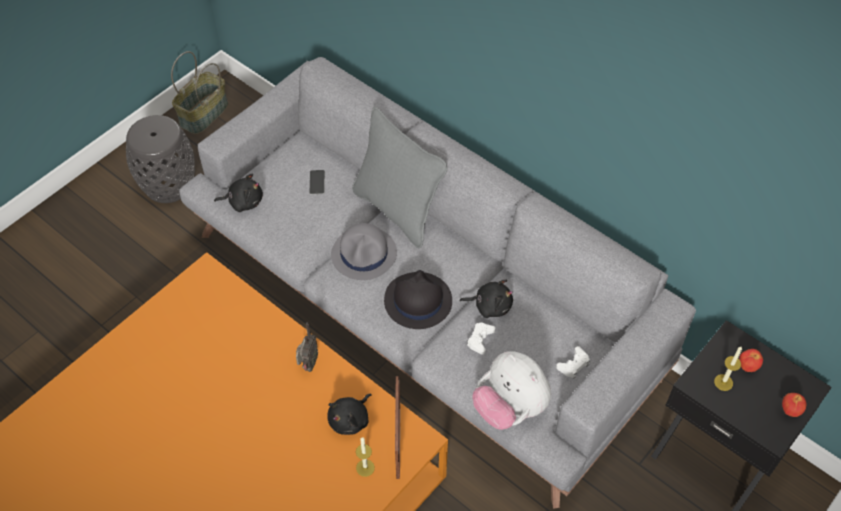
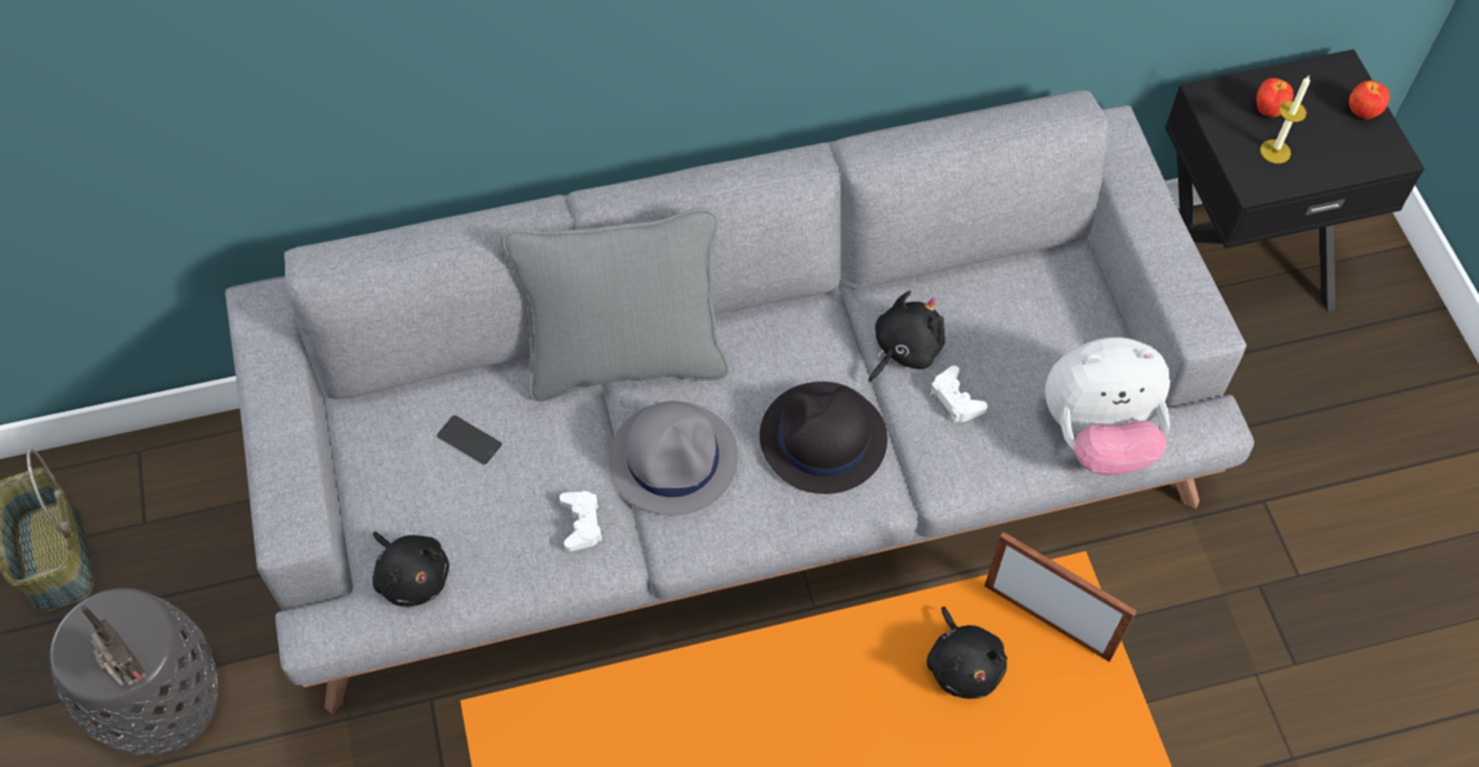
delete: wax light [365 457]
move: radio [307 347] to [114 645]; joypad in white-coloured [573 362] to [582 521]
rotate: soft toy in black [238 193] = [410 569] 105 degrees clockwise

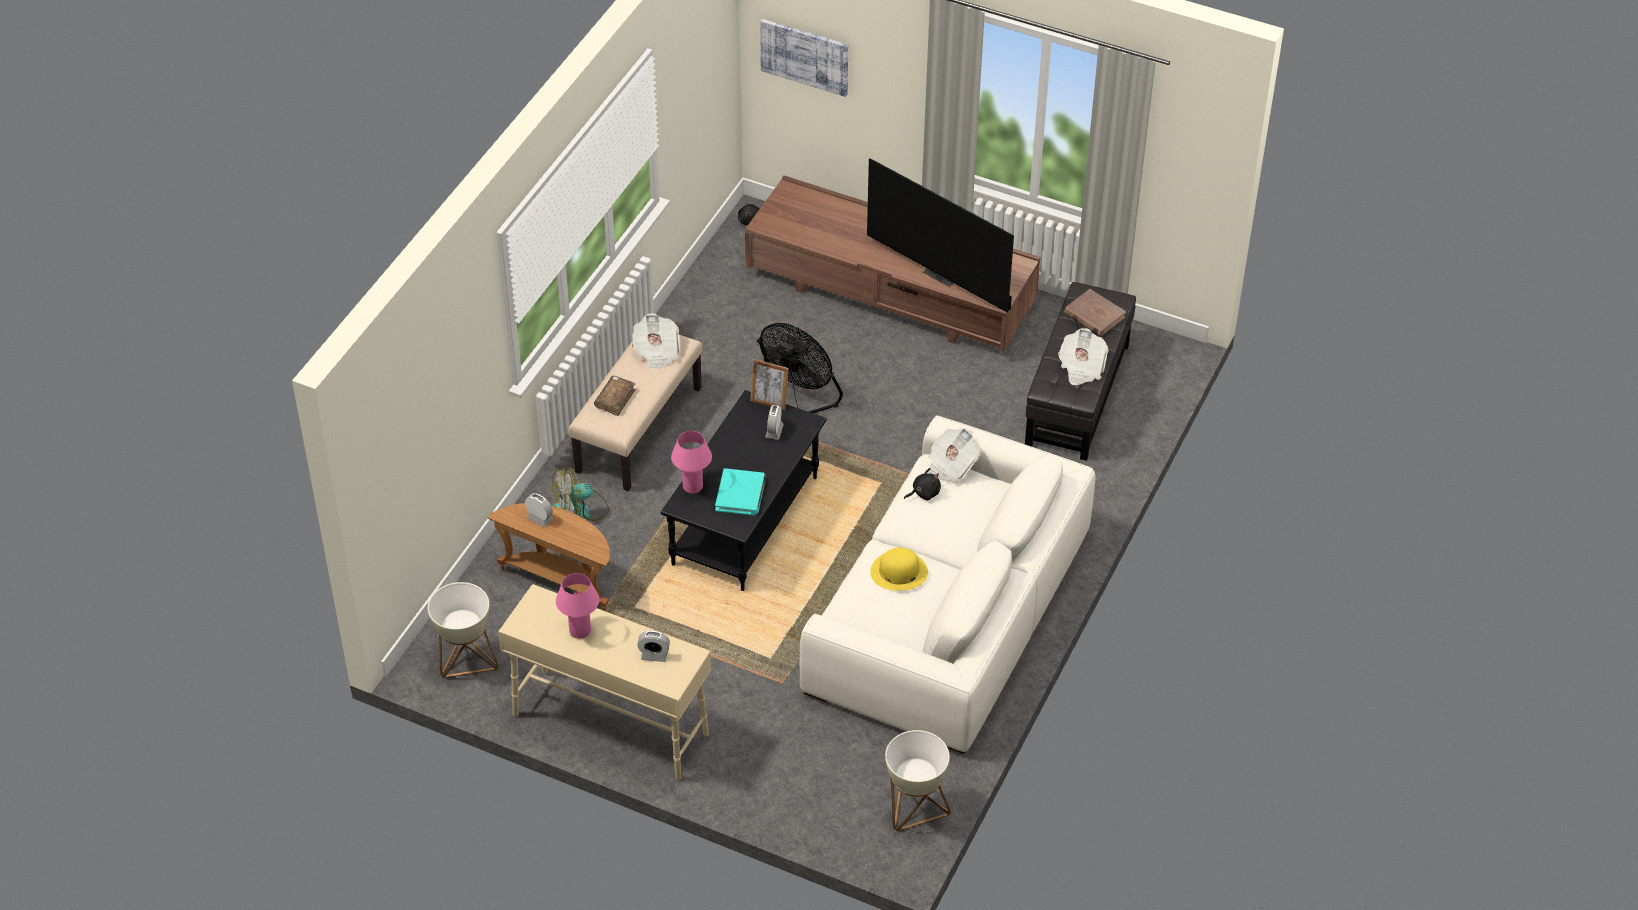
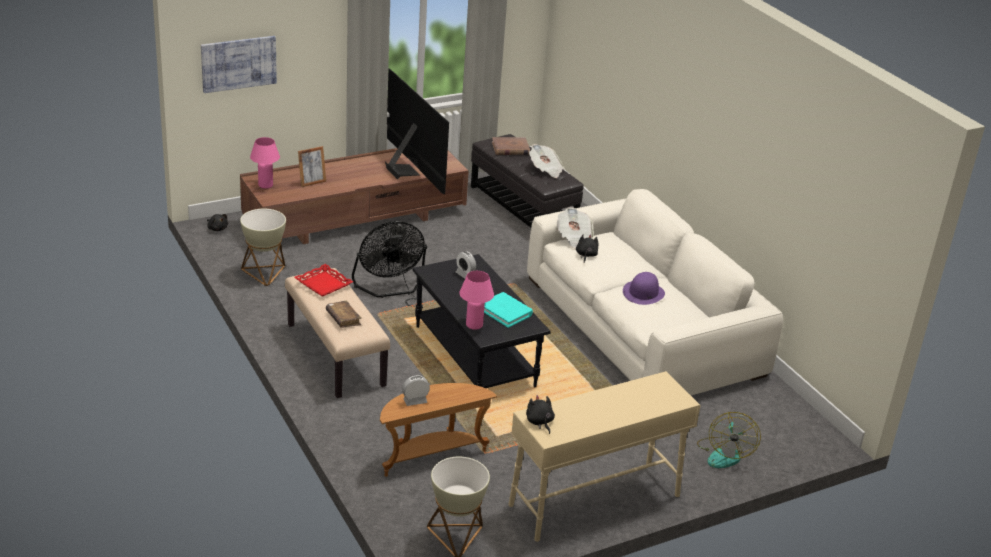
delete: alarm clock [653 646]
insert: soft toy in black [540 414]
move: cooling fan [580 493] to [729 440]; tabletop lamp in pink-coloured [577 606] to [265 163]; standing frame [769 384] to [312 166]; flower pot [918 780] to [263 247]
replace: daily paper [656 342] to tray in red-coloured [323 280]
recolor: wearable hat in yellow [899 569] to wearable hat in purple-coloured [644 288]
rotate: television [940 235] = [417 131] 105 degrees counterclockwise

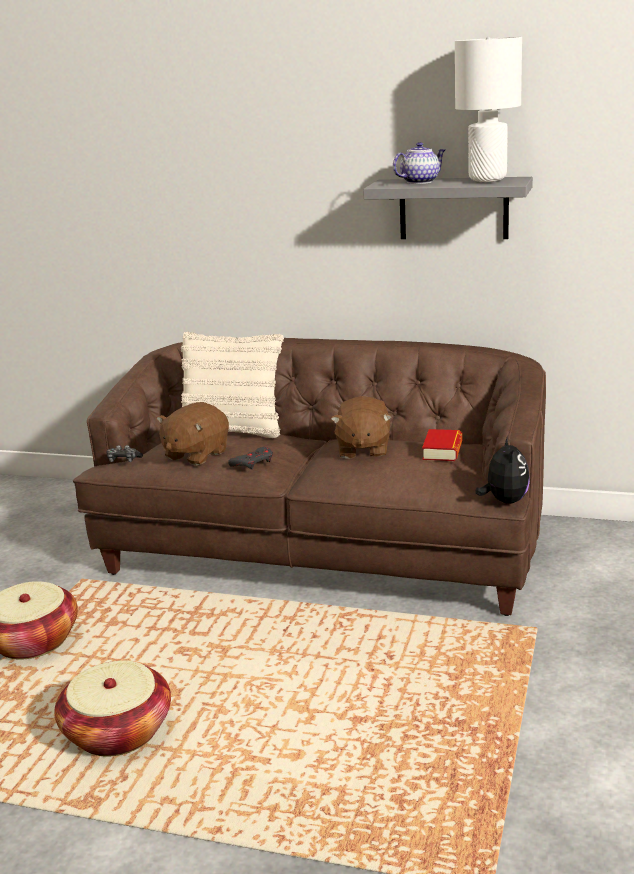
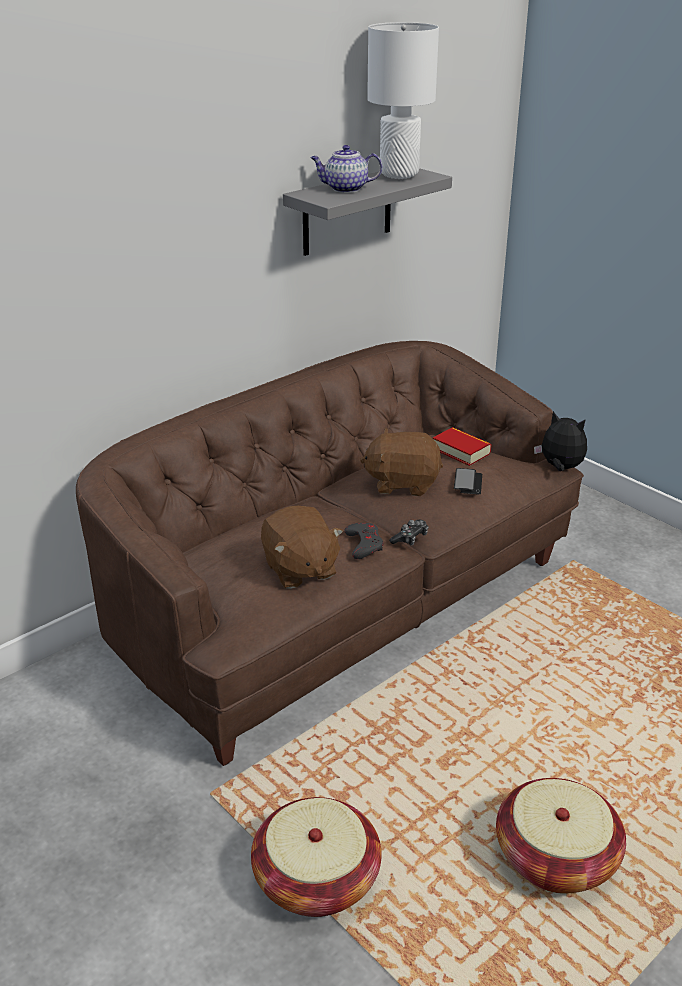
delete: throw pillow in beige-coloured [232 384]
insert: telephone [468 481]
move: joypad [124 453] to [409 533]
rotate: soft toy in brown [361 427] = [401 462] 150 degrees clockwise; pot for tea [419 163] = [346 169] 90 degrees counterclockwise

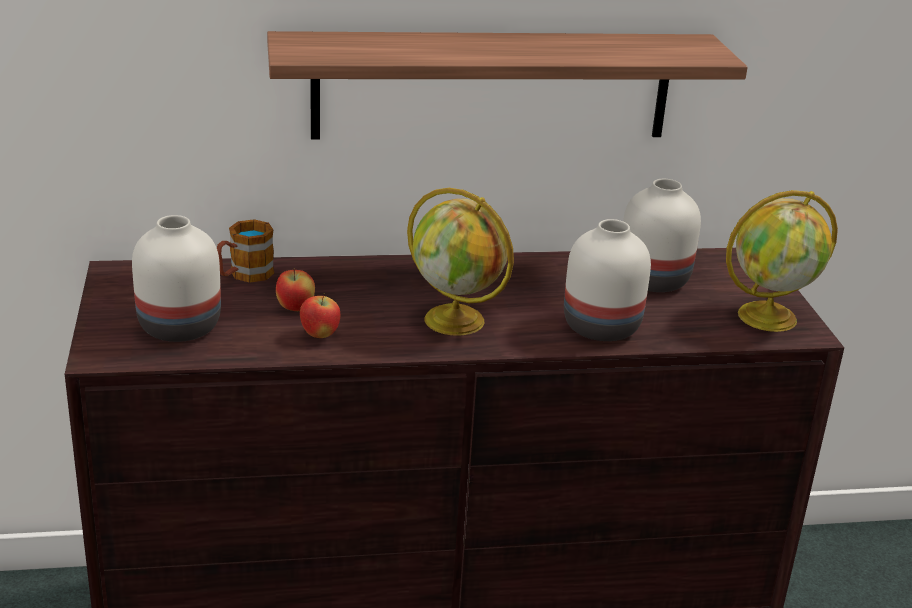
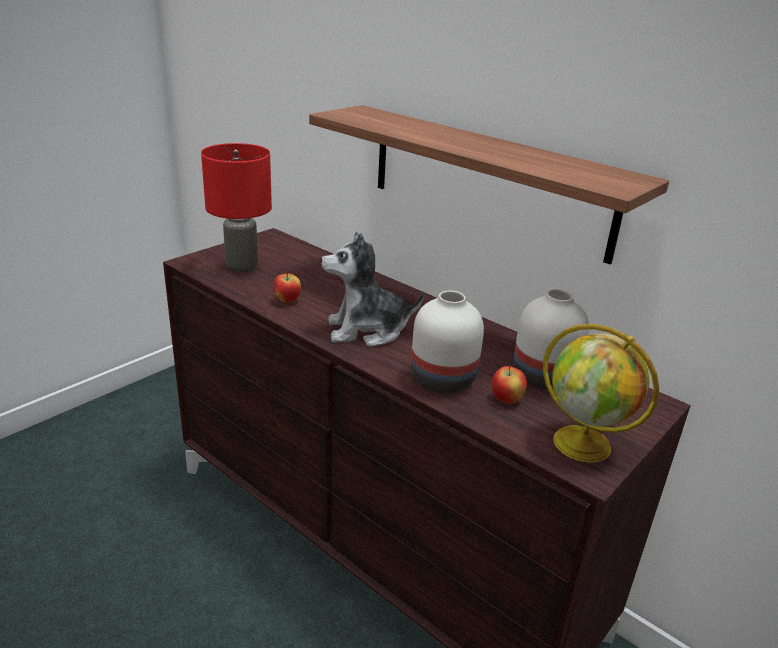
delete: mug [245 251]
move: apple [295 290] to [509 385]
replace: flower vase in white-coloured [176 278] to tabletop lamp in red-coloured [236 208]; globe [460 262] to soft toy [373 289]

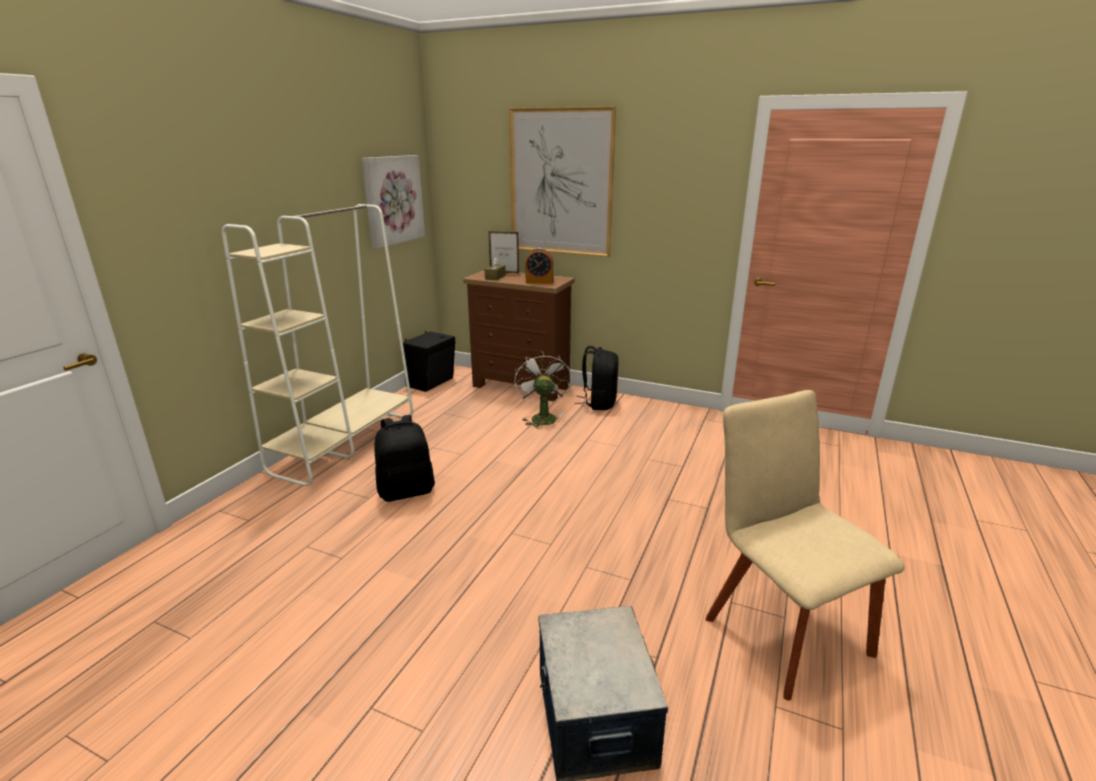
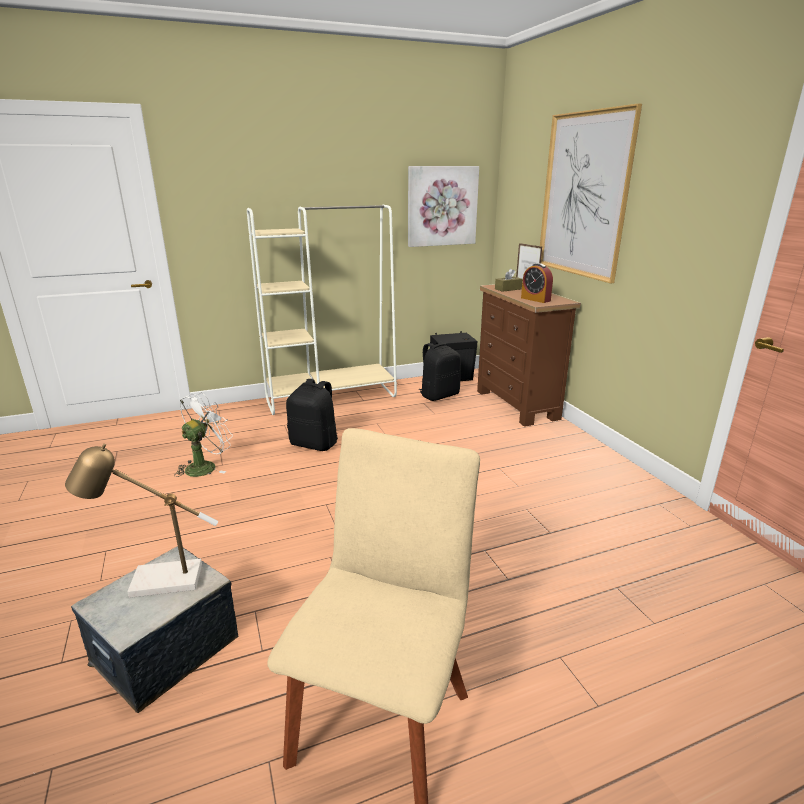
insert: tabletop lamp [141 521]
move: cooling fan in white-coloured [543 390] to [203 435]; knapsack in black [596 378] to [440 371]

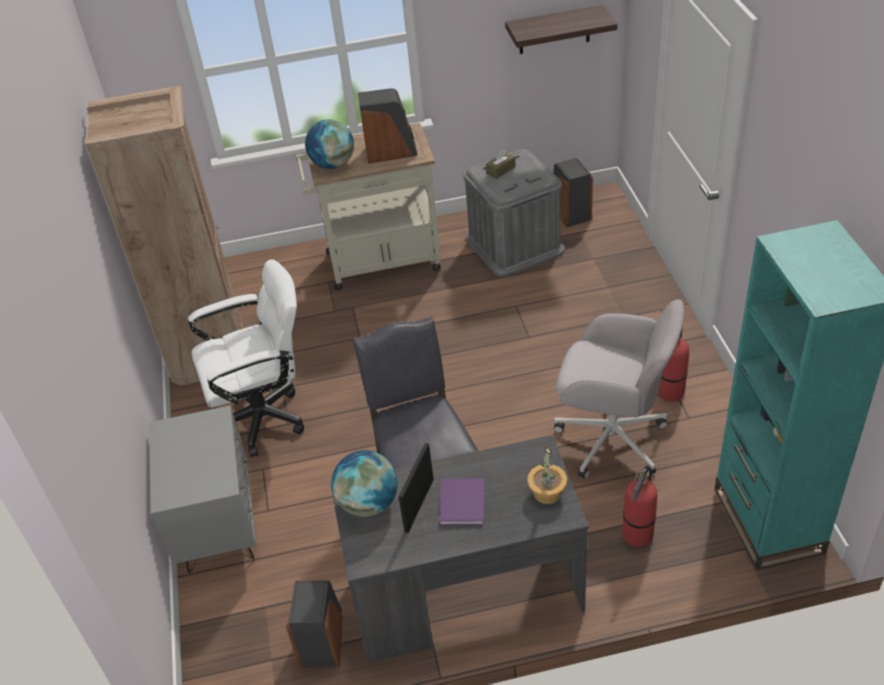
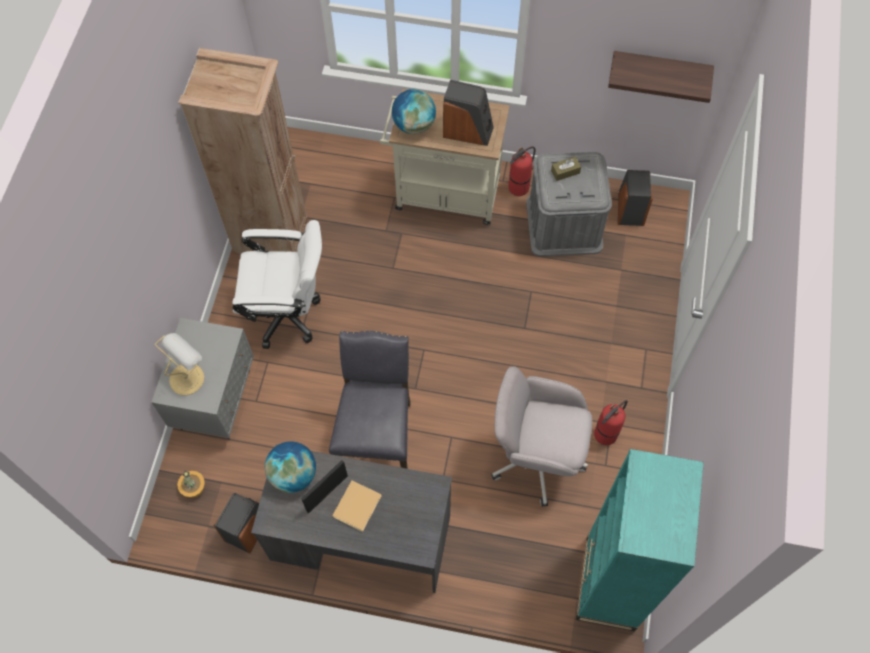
insert: tabletop lamp [179 364]
move: plant in a pot [547 475] to [191 484]; extinguisher [639 507] to [522 171]
recolor: volume in purple-coloured [461 501] to volume in beige-coloured [356 506]
rotate: office chair in gray [619 389] = [541 436] 150 degrees clockwise

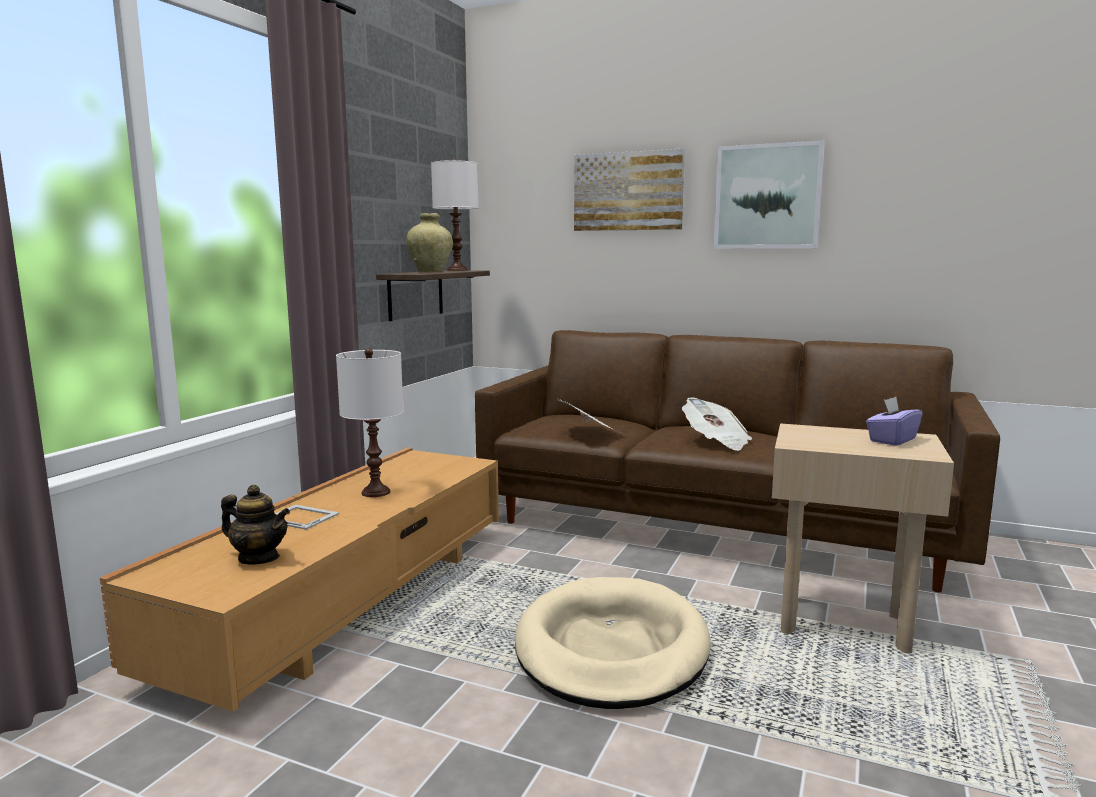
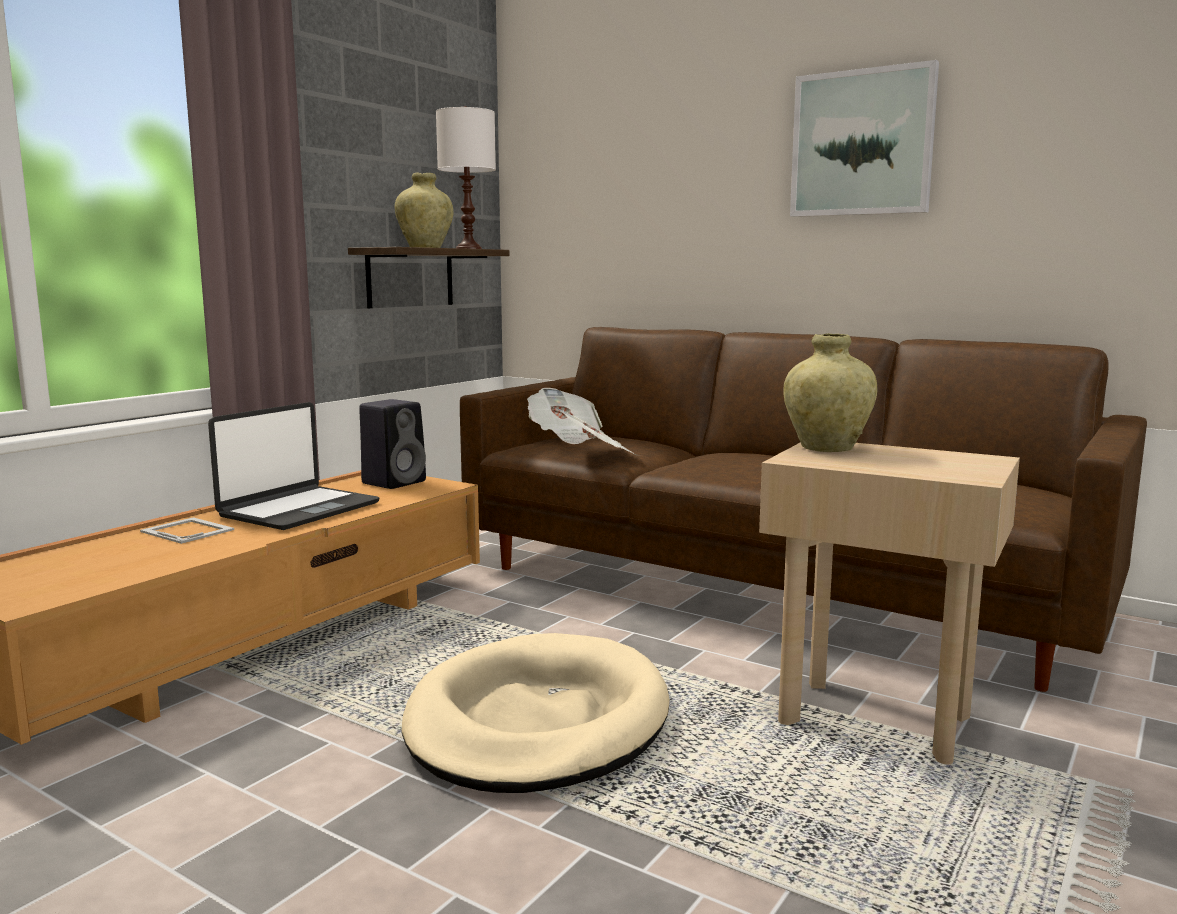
delete: pot for tea [255 524]; wall art [629 190]; box of tissues in purple-coloured [894 421]
insert: speaker in black [392 444]; flower vase in beige-coloured [830 392]
move: daily paper [717 424] to [565 416]
replace: tabletop lamp in white-coloured [370 422] to portable computer [293 466]

